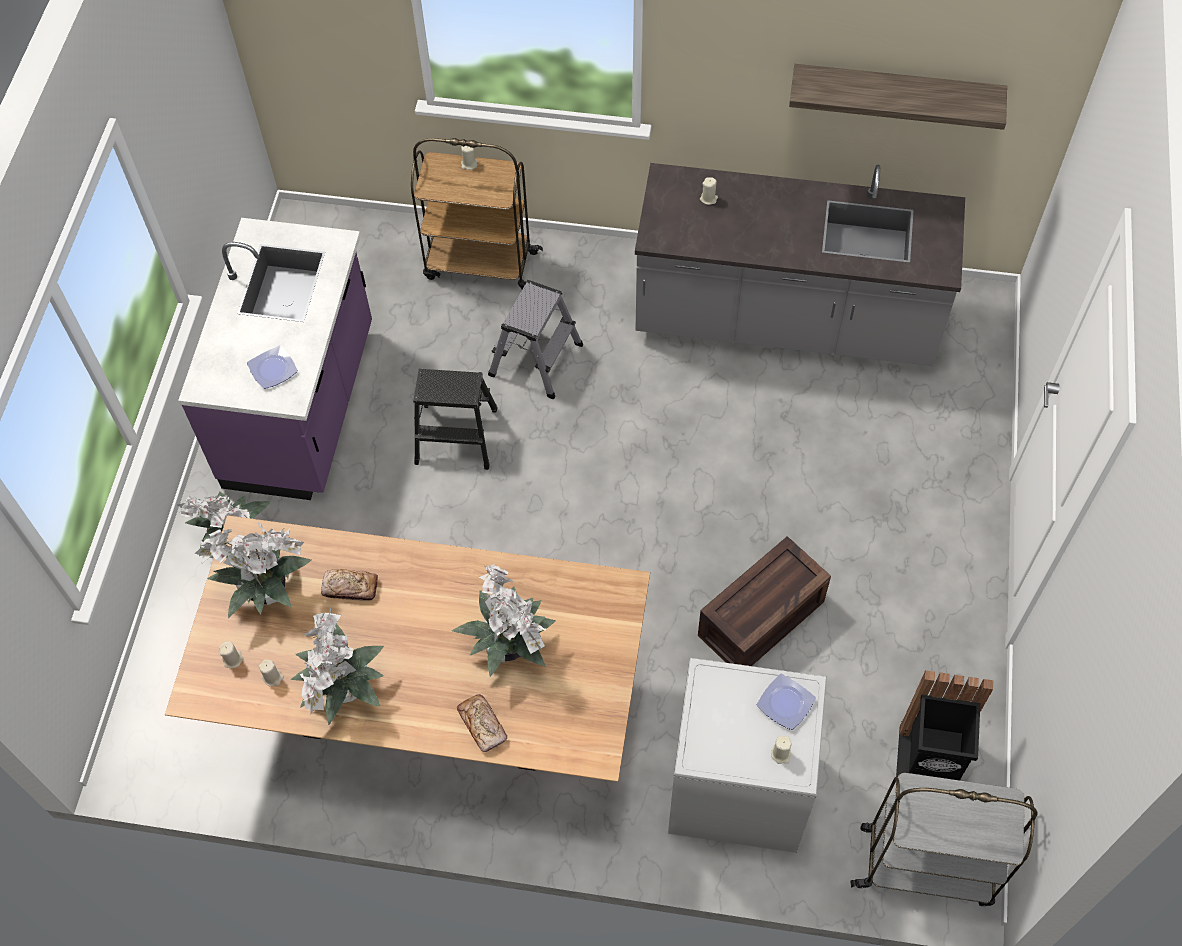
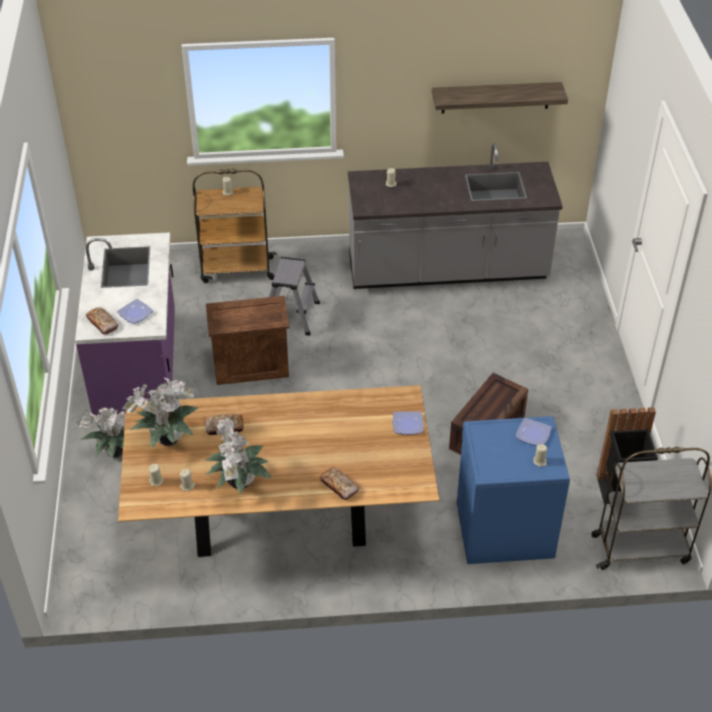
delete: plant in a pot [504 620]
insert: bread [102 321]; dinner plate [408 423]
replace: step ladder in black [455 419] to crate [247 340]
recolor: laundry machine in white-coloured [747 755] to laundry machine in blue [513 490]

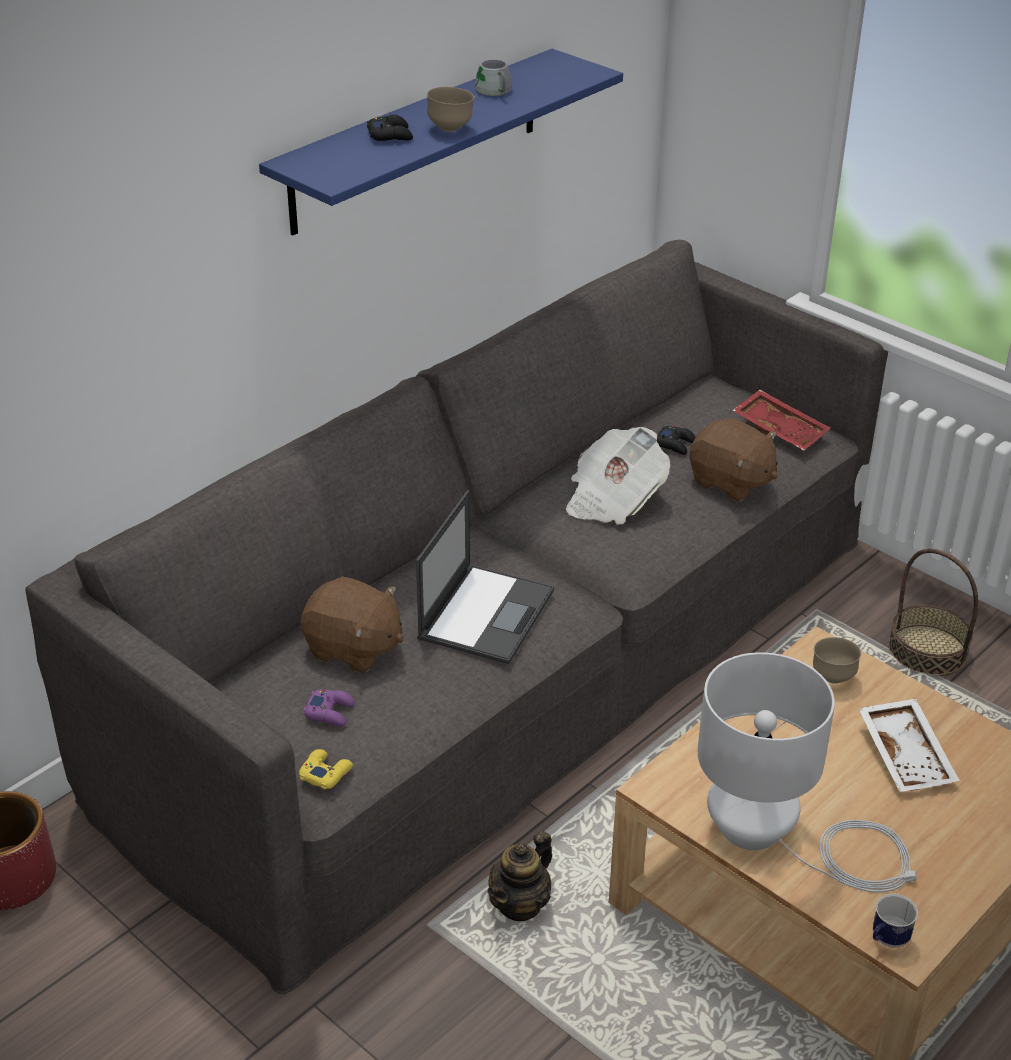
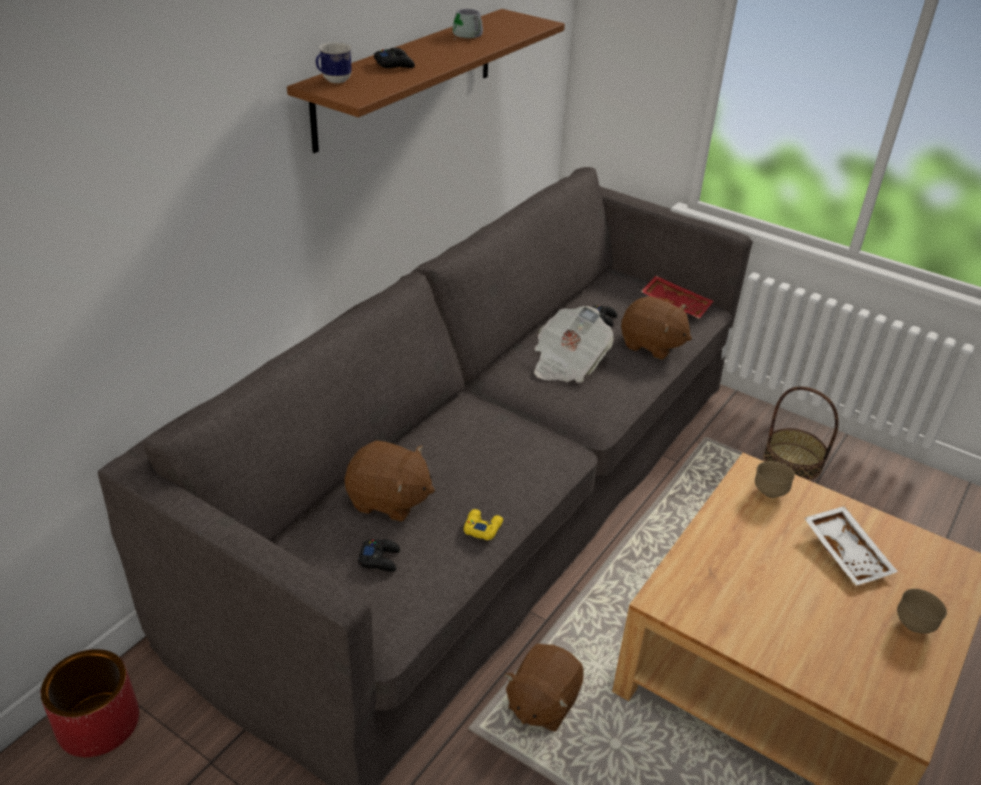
delete: portable computer [485 577]; tabletop lamp in white-coloured [807 772]
move: joypad in yellow [326 769] to [483 524]; deep dish in brown [450 109] to [922 611]; mug [895 920] to [334 62]
replace: pot for tea [519 876] to soft toy in brown [543 688]
recolor: shelf in blue [441 142] to shelf in brown [426 81]; joypad in purple-coloured [329 708] to joypad in black [379 555]

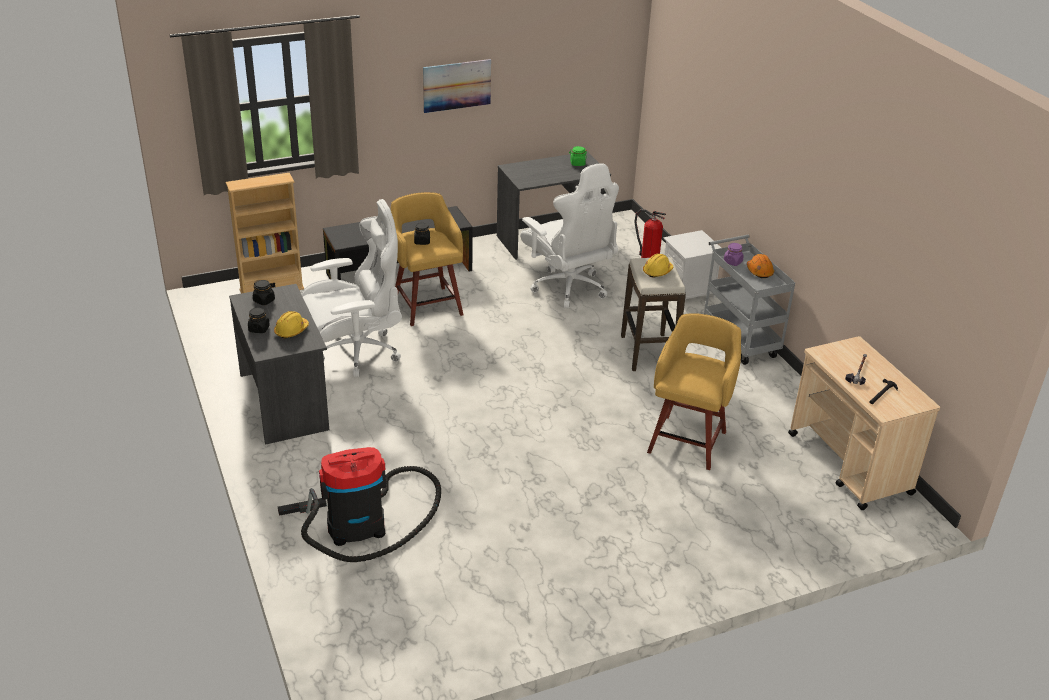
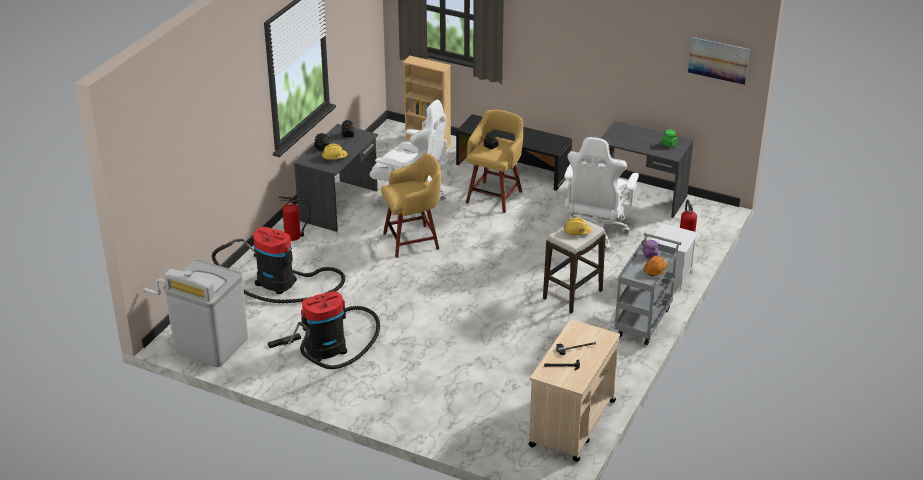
insert: laundry machine in gray [196 313]; vacuum [324 330]; extinguisher [295 218]
move: wall art [457 86] to [719 61]; stool in yellow [694 391] to [411 205]

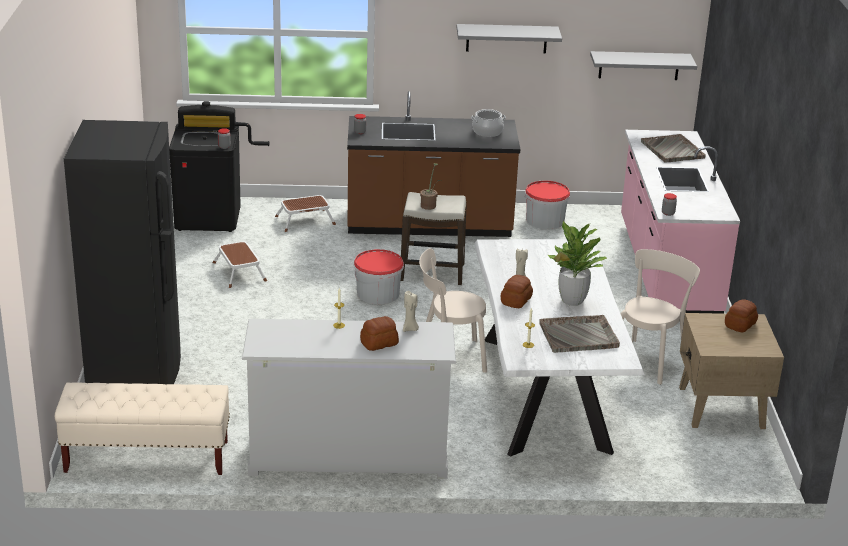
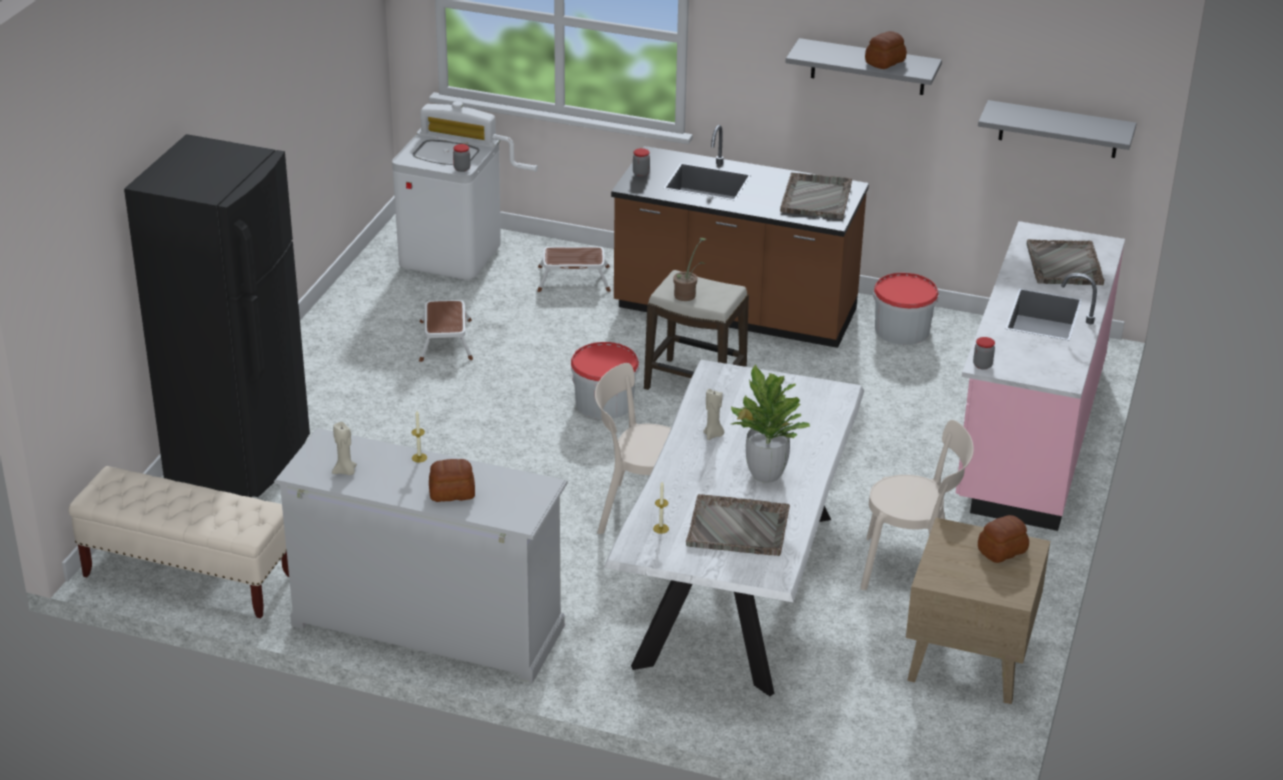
move: wax light in beige-coloured [411 311] to [344 448]; bread [517 291] to [886 50]
replace: cooking pot [488 123] to tray in gray [816 195]
recolor: laundry machine in black [219 166] to laundry machine in white-coloured [465 191]
rotate: upright chair in beige-coloured [660 317] = [917 505] 45 degrees clockwise

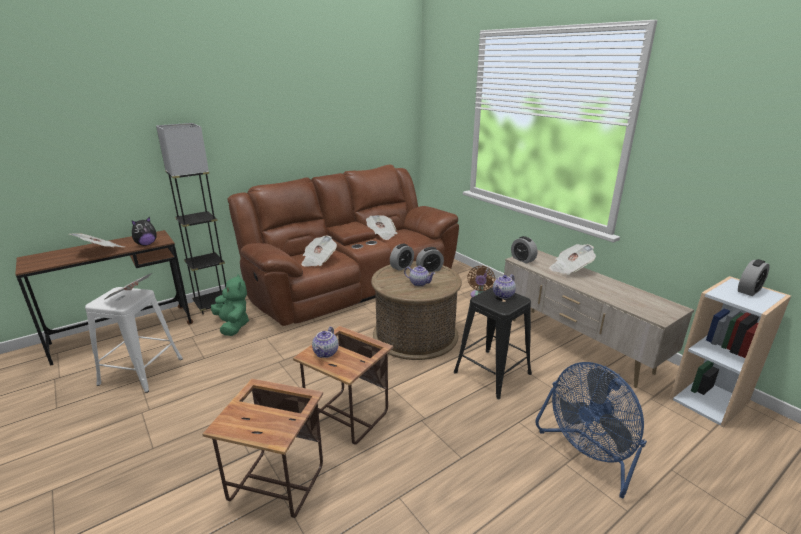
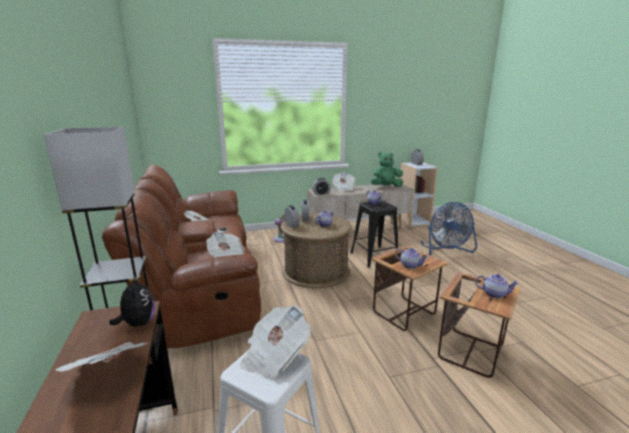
insert: pot for tea [497 286]
move: soft toy in green-coloured [230 305] to [387 170]

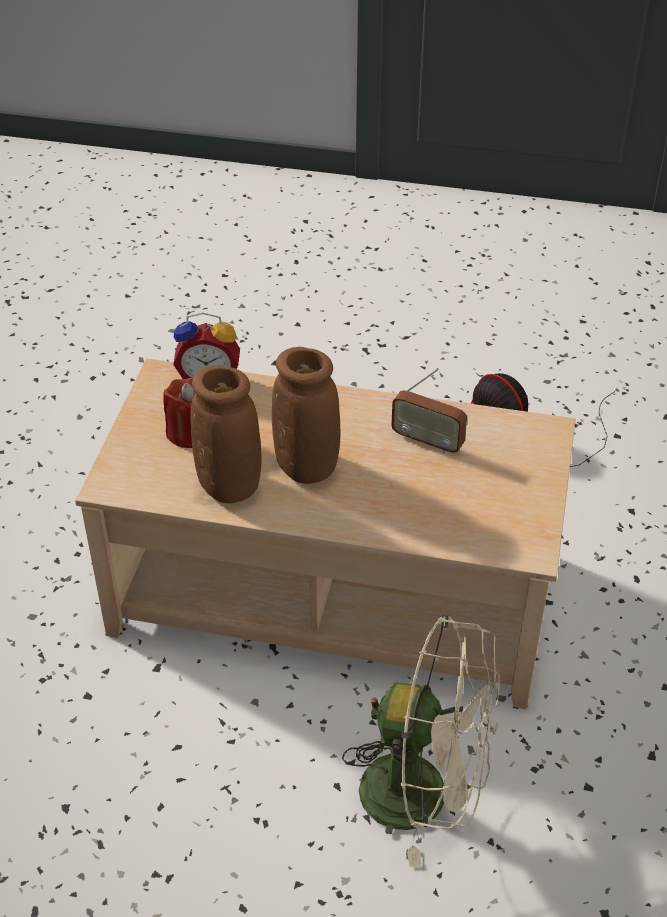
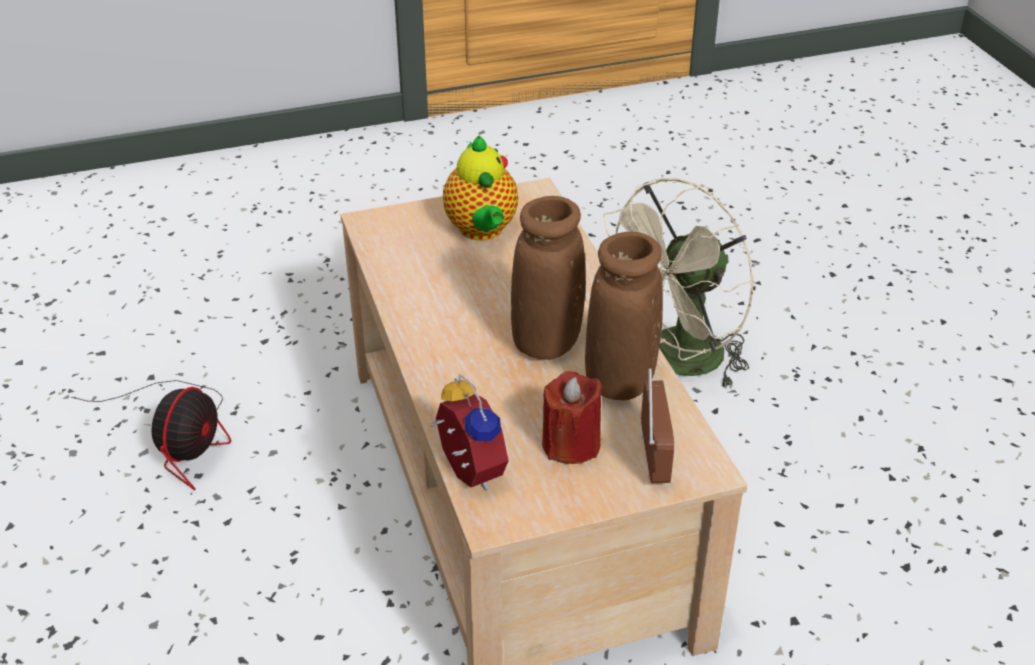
insert: pot for tea [480 188]
move: radio [429 411] to [657 425]
rotate: cooling fan in beige-coloured [421 741] = [678 283] 120 degrees counterclockwise

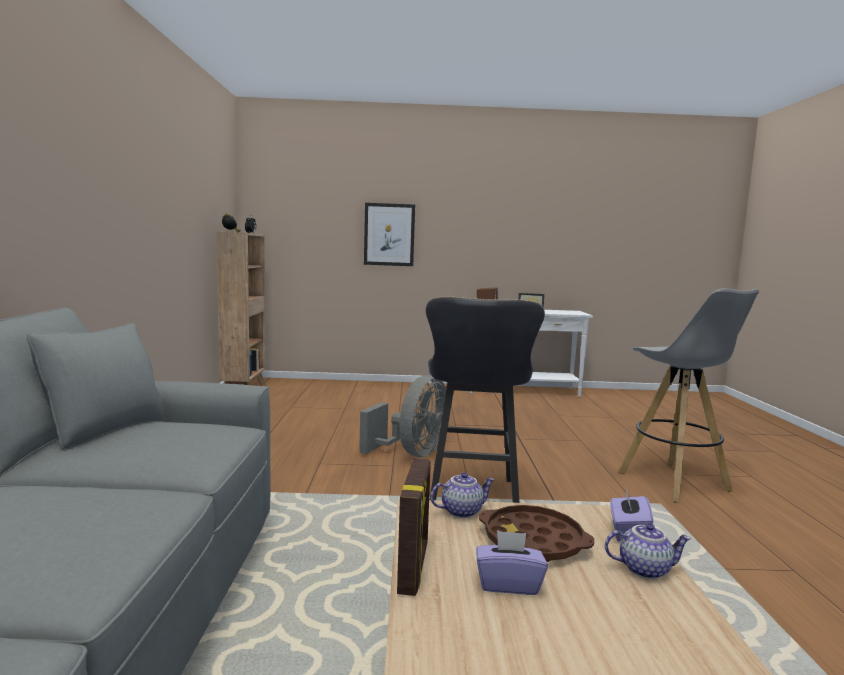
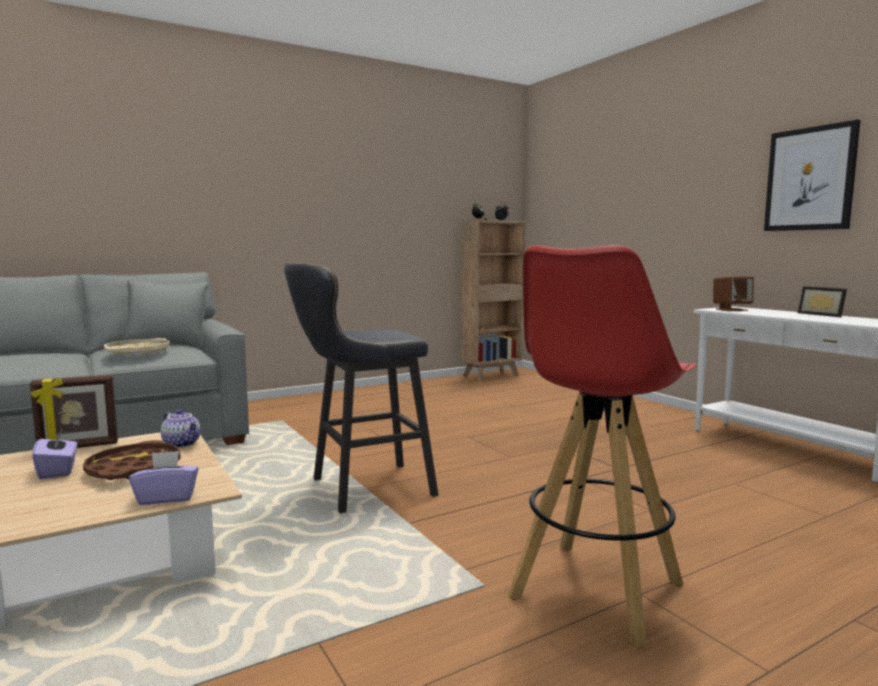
delete: cooling fan in gray [402 416]; pot for tea [648 551]
insert: tray in beige-coloured [137 347]
move: wall art [389 234] to [812 175]
recolor: stool in gray [688 395] to stool in red-coloured [602 446]

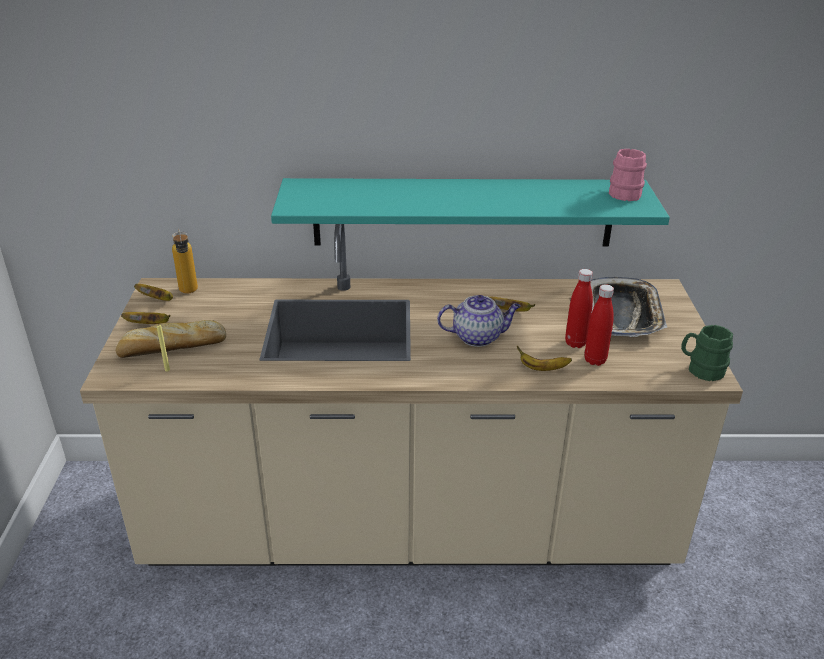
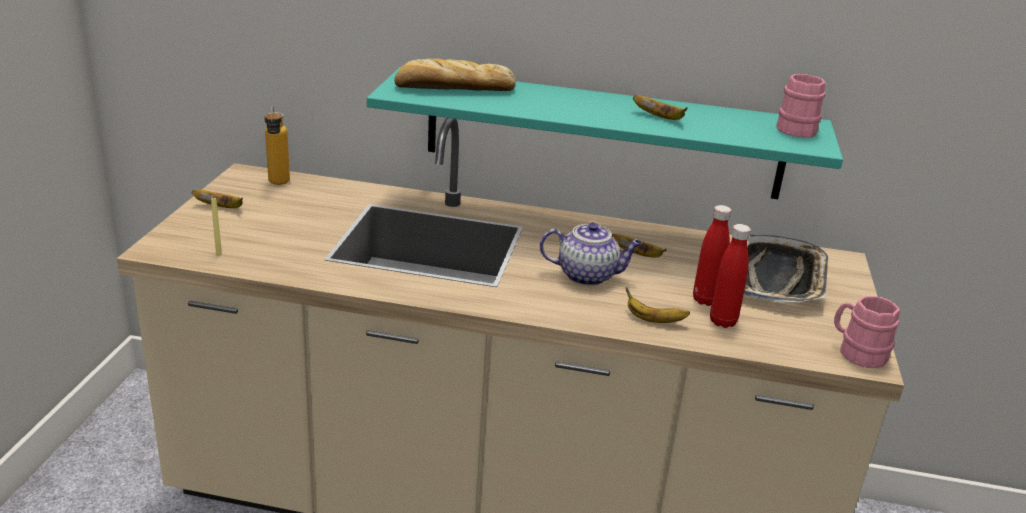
move: bread [171 339] to [455 75]; banana [153 292] to [660 107]
recolor: mug in green-coloured [707 353] to mug in pink-coloured [867 332]

